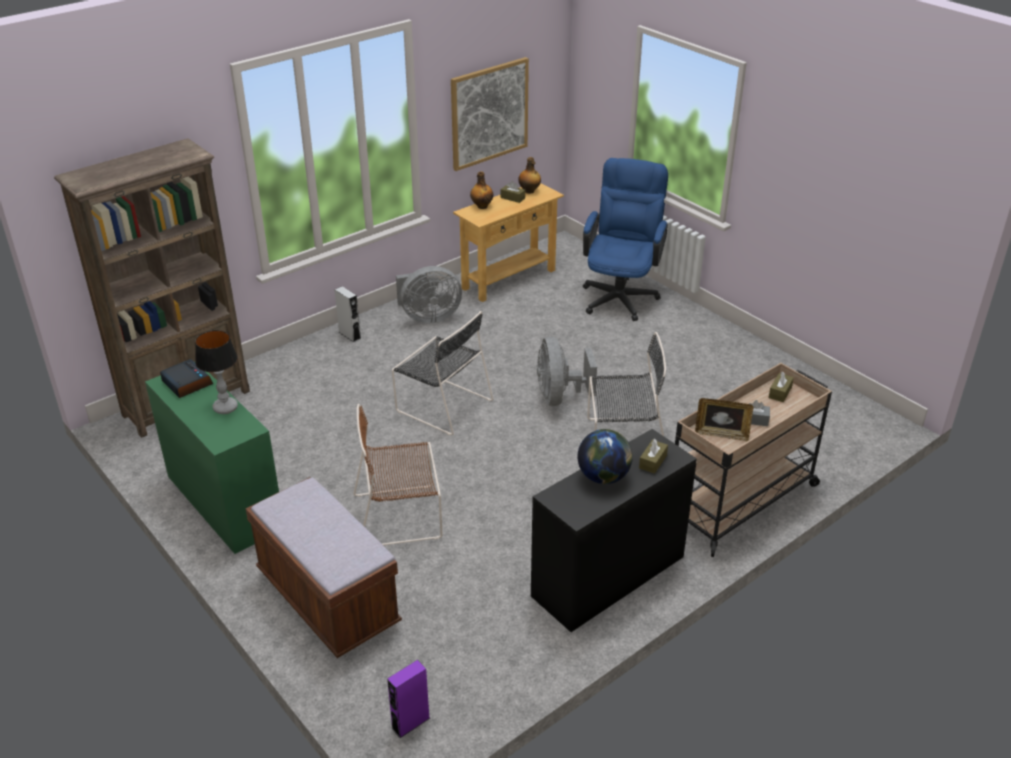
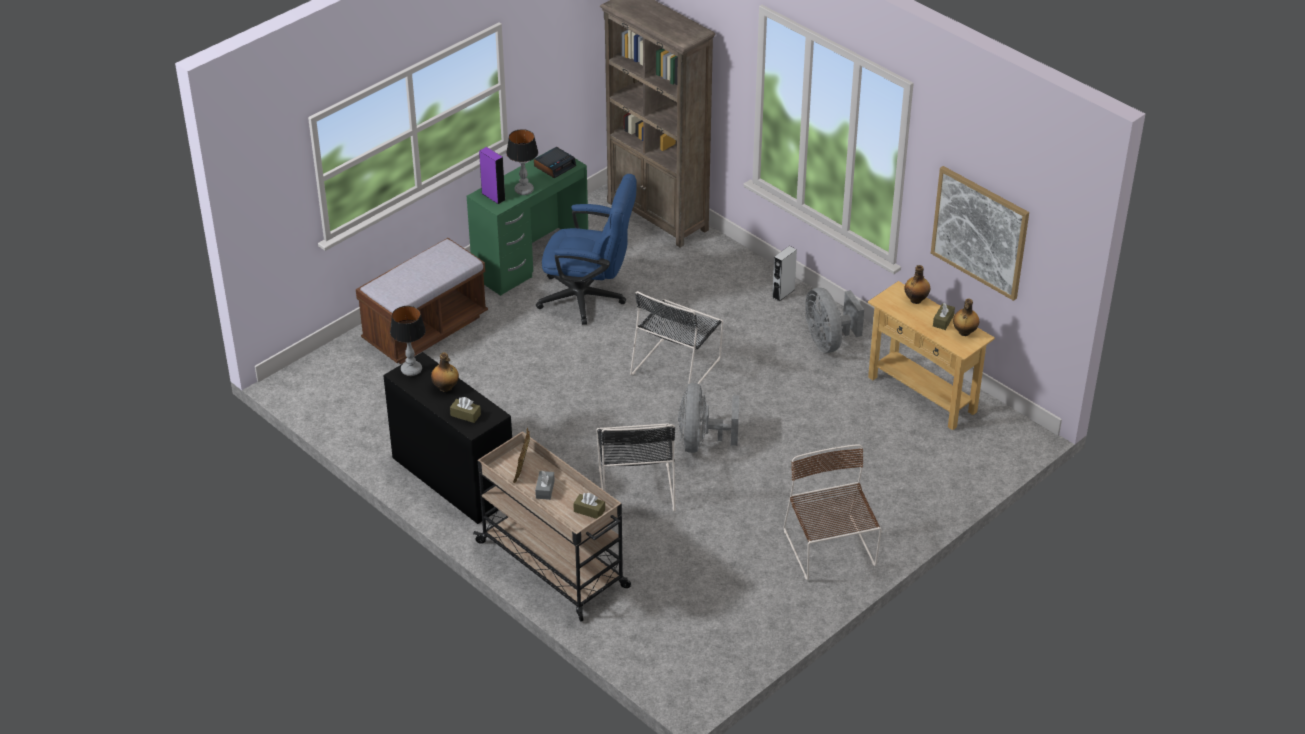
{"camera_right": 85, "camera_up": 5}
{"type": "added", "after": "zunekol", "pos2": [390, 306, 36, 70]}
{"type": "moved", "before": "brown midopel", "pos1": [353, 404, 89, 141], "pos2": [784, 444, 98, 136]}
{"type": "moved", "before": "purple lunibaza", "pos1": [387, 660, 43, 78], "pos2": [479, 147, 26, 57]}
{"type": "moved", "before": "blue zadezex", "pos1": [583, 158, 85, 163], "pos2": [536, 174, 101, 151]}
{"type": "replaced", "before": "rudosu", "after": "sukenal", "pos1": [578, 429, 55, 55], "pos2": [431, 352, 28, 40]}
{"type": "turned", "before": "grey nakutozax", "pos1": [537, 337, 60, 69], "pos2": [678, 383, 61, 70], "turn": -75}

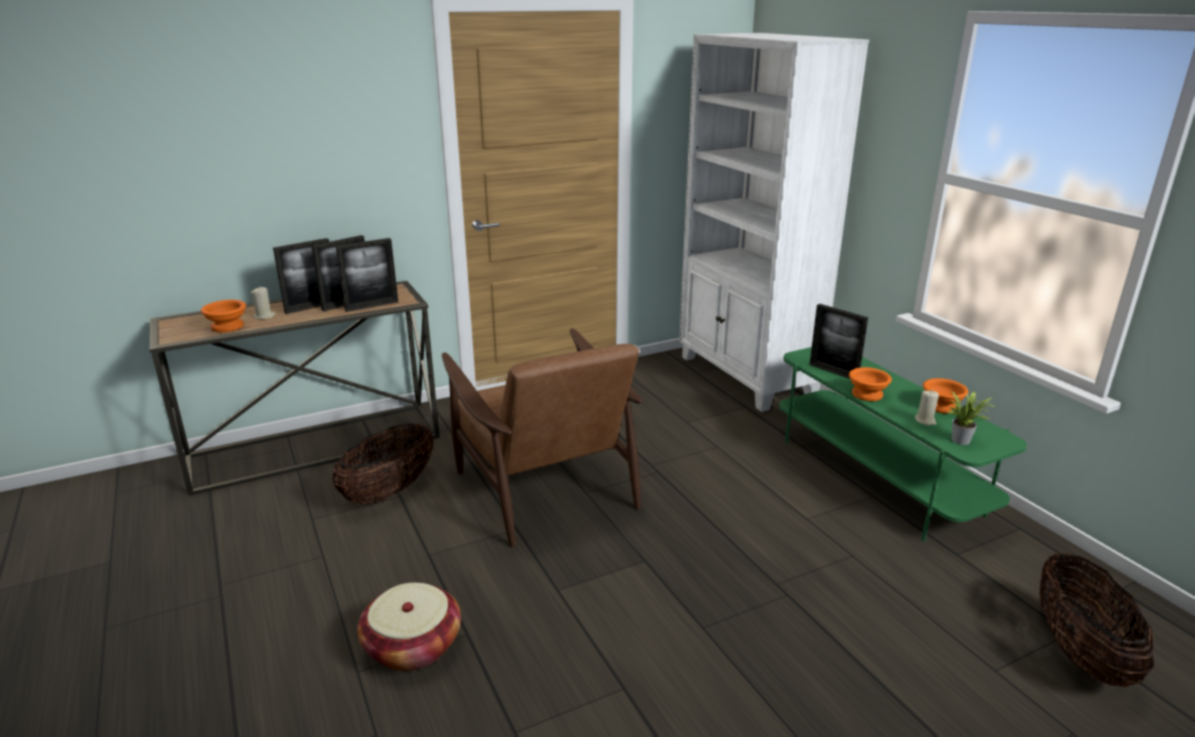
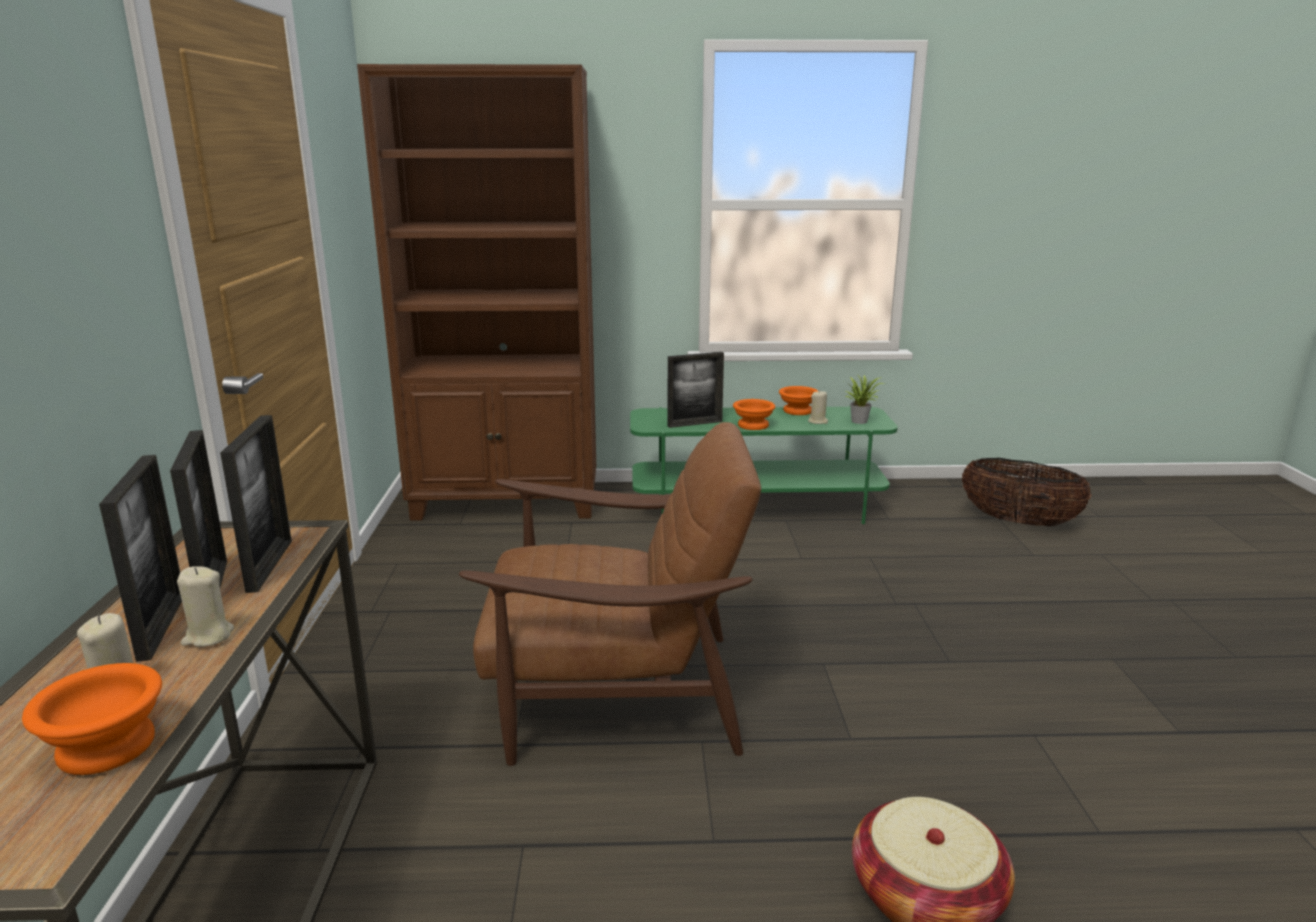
{"camera_right": -65, "camera_up": -5}
{"type": "removed", "before": "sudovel", "pos1": [332, 423, 102, 82]}
{"type": "added", "after": "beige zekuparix", "pos2": [177, 566, 57, 81]}
{"type": "recoloured", "before": "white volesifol", "after": "brown volesifol", "pos1": [679, 33, 190, 379], "pos2": [357, 64, 239, 457]}

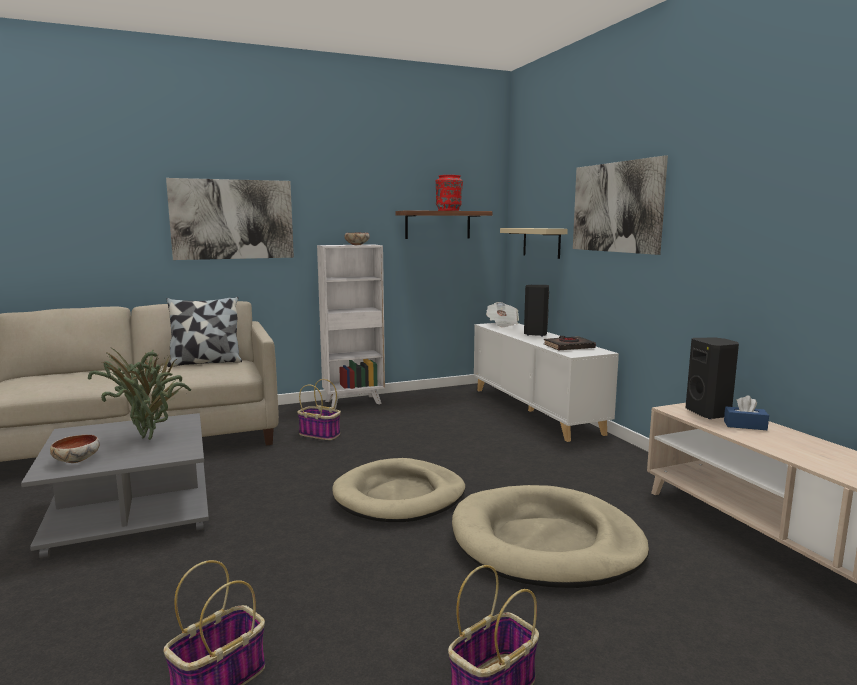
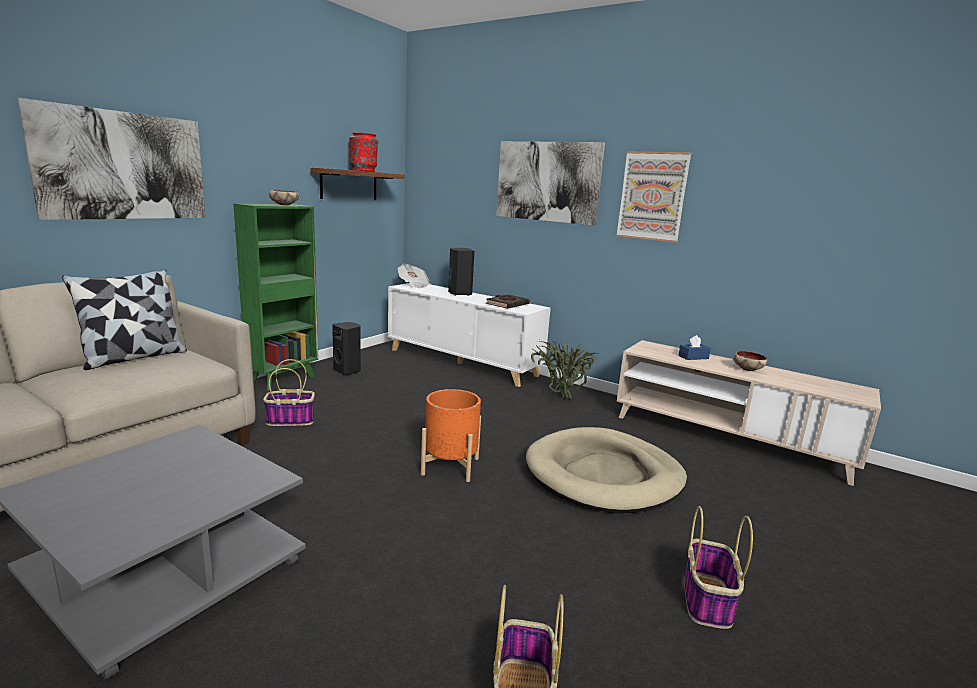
{"camera_right": -35, "camera_up": 5}
{"type": "removed", "before": "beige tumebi", "pos1": [500, 228, 68, 31]}
{"type": "added", "after": "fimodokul", "pos2": [616, 151, 75, 92]}
{"type": "moved", "before": "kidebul", "pos1": [50, 435, 50, 28], "pos2": [733, 351, 34, 20]}
{"type": "moved", "before": "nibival", "pos1": [88, 347, 103, 93], "pos2": [531, 340, 69, 60]}
{"type": "moved", "before": "black lunibaza", "pos1": [685, 338, 54, 81], "pos2": [332, 322, 29, 53]}
{"type": "replaced", "before": "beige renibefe", "after": "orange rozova", "pos1": [332, 458, 133, 64], "pos2": [421, 389, 60, 93]}
{"type": "recoloured", "before": "white volesifol", "after": "green volesifol", "pos1": [317, 244, 68, 165], "pos2": [233, 204, 86, 187]}

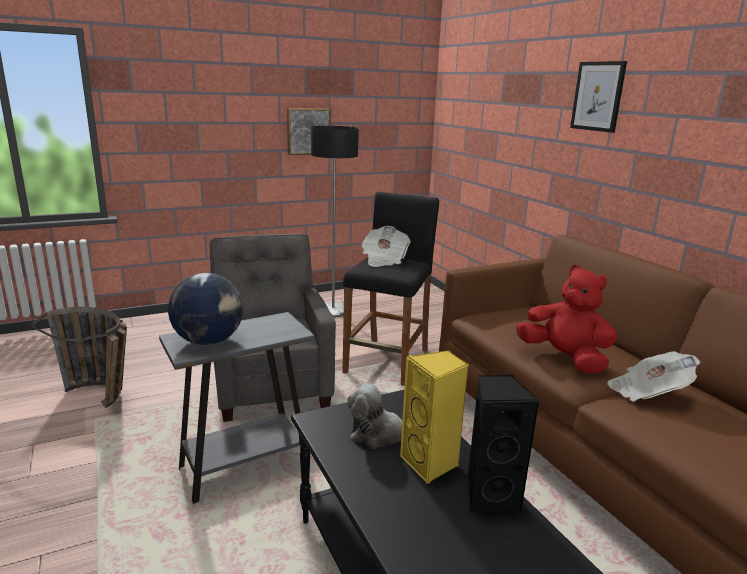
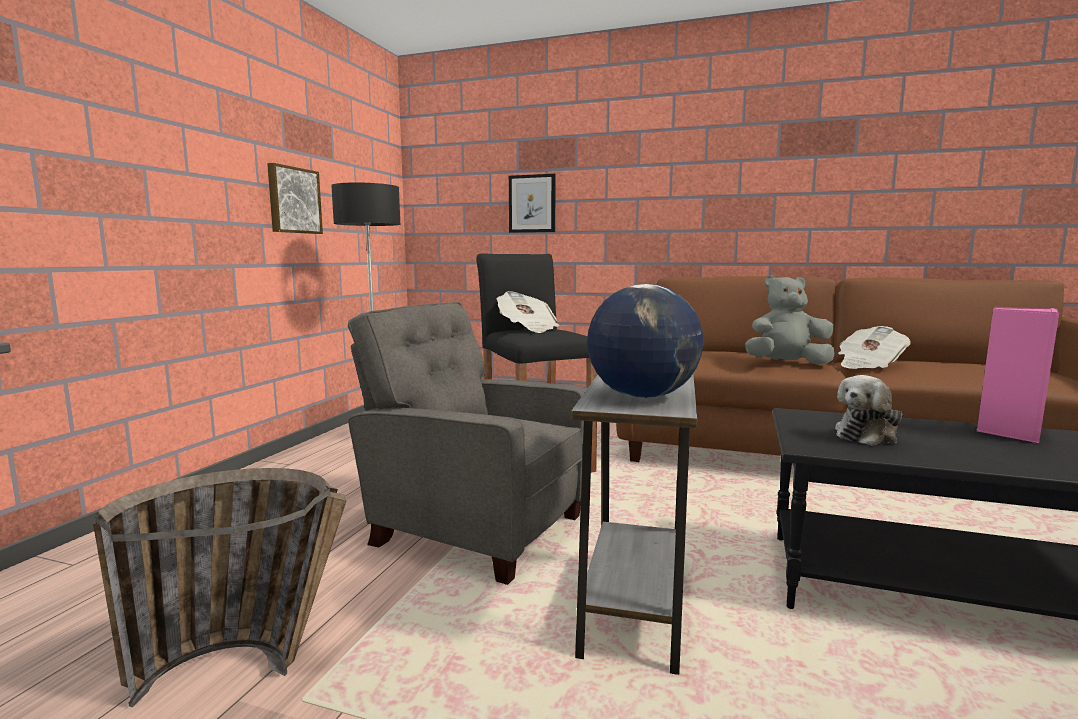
{"camera_right": -45, "camera_up": -10}
{"type": "removed", "before": "yellow lunibaza", "pos1": [400, 350, 69, 134]}
{"type": "moved", "before": "fimodokul", "pos1": [570, 61, 57, 72], "pos2": [509, 174, 47, 59]}
{"type": "recoloured", "before": "black lunibaza", "after": "pink lunibaza", "pos1": [467, 375, 72, 138], "pos2": [977, 307, 83, 136]}
{"type": "recoloured", "before": "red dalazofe", "after": "grey dalazofe", "pos1": [516, 265, 101, 108], "pos2": [745, 275, 90, 90]}

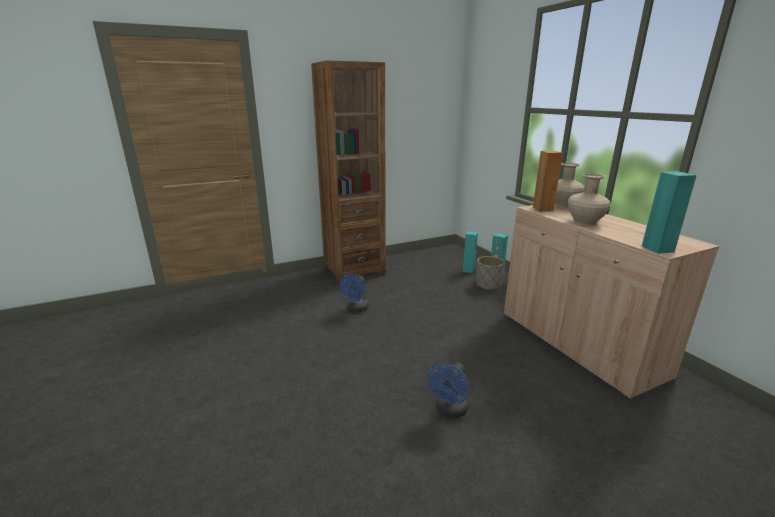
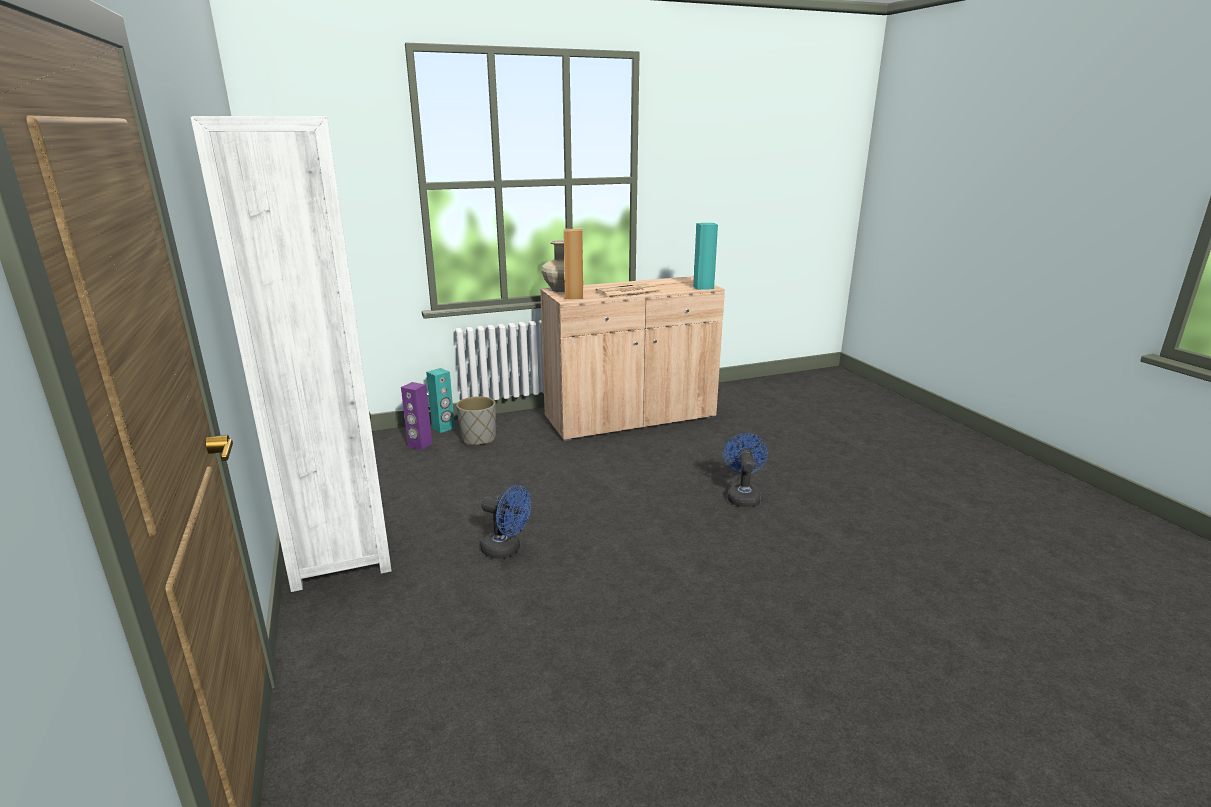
{"camera_right": -85, "camera_up": 0}
{"type": "replaced", "before": "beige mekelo", "after": "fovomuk", "pos1": [567, 174, 44, 52], "pos2": [595, 283, 67, 16]}
{"type": "recoloured", "before": "brown volesifol", "after": "white volesifol", "pos1": [311, 60, 75, 224], "pos2": [190, 116, 202, 476]}
{"type": "recoloured", "before": "turquoise lunibaza", "after": "purple lunibaza", "pos1": [463, 231, 15, 42], "pos2": [401, 382, 32, 68]}
{"type": "turned", "before": "blue nakutozax", "pos1": [428, 363, 42, 55], "pos2": [723, 433, 45, 74], "turn": -120}

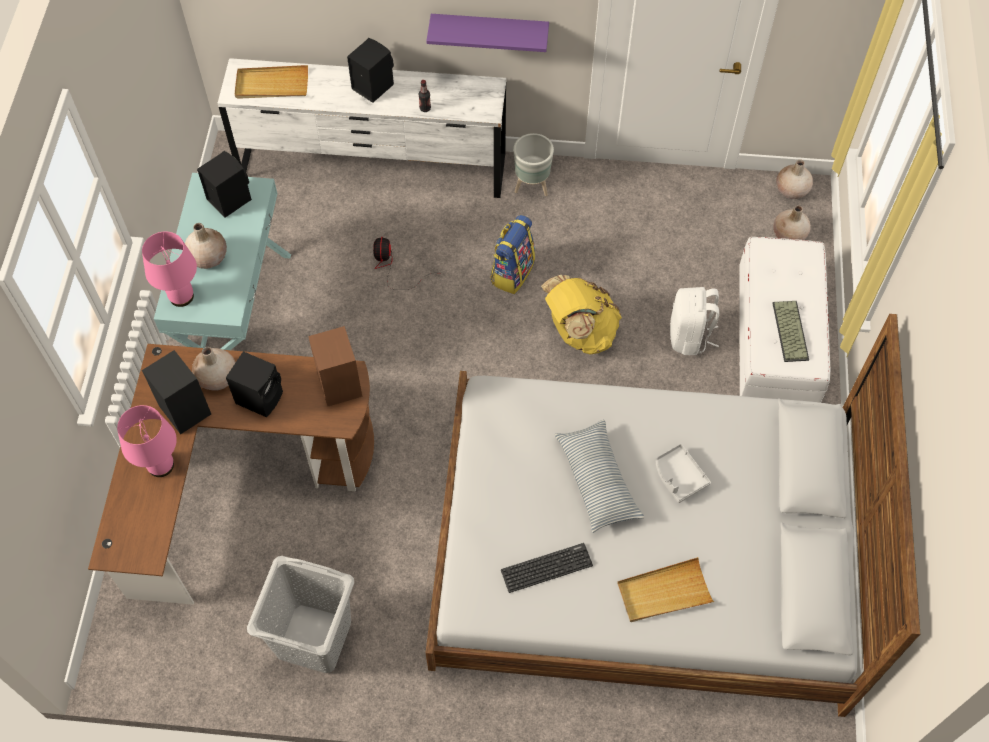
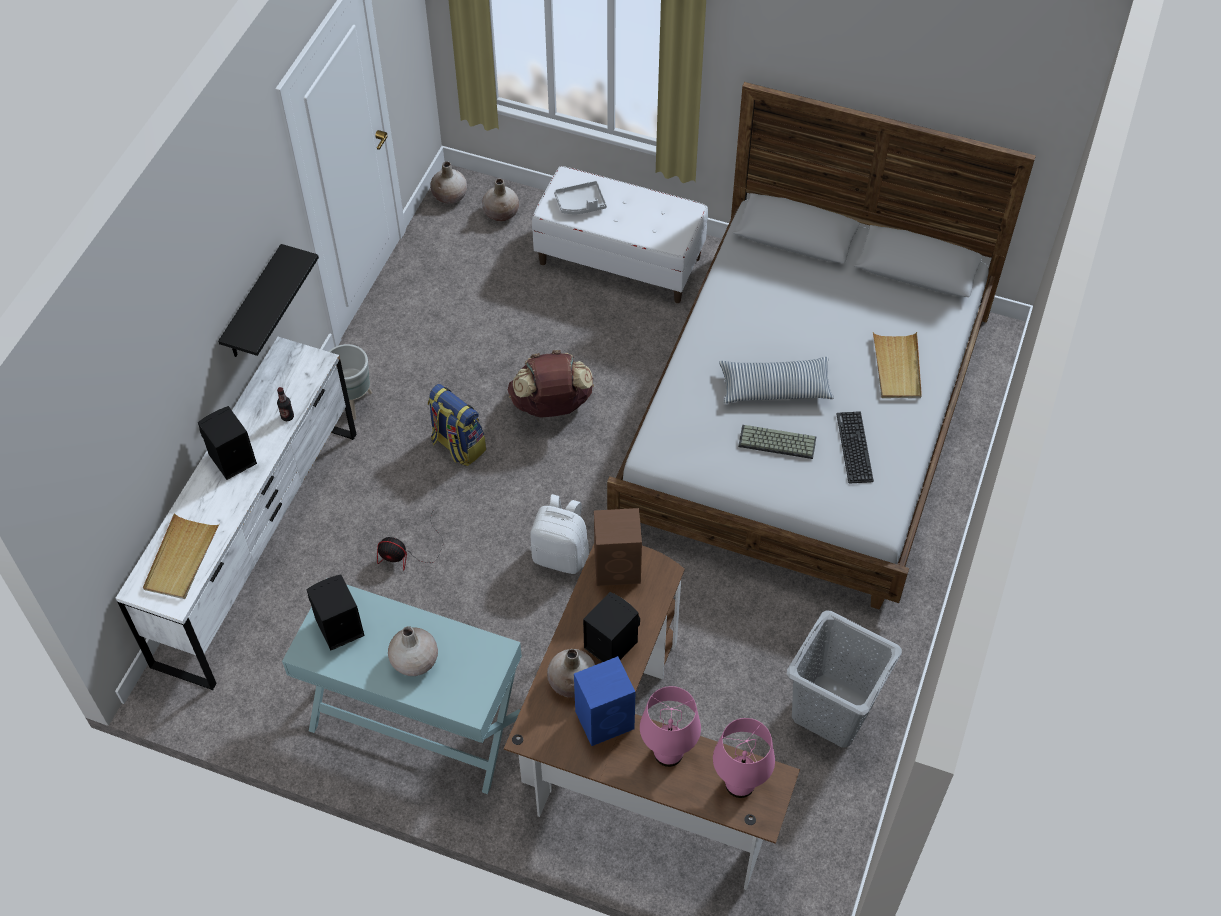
{"camera_right": -75, "camera_up": -5}
{"type": "moved", "before": "pink zunekol", "pos1": [142, 231, 55, 76], "pos2": [713, 718, 62, 80]}
{"type": "moved", "before": "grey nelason", "pos1": [655, 444, 56, 59], "pos2": [554, 181, 53, 33]}
{"type": "moved", "before": "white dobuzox", "pos1": [670, 287, 49, 68], "pos2": [530, 494, 59, 80]}
{"type": "moved", "before": "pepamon", "pos1": [772, 301, 37, 61], "pos2": [738, 425, 79, 34]}
{"type": "recoloured", "before": "black lunibaza", "after": "blue lunibaza", "pos1": [142, 350, 69, 84], "pos2": [574, 656, 61, 90]}
{"type": "recoloured", "before": "purple tumebi", "after": "black tumebi", "pos1": [426, 14, 123, 38], "pos2": [218, 244, 101, 113]}
{"type": "recoloured", "before": "yellow dobuzox", "after": "brown dobuzox", "pos1": [541, 275, 81, 79], "pos2": [508, 350, 86, 68]}

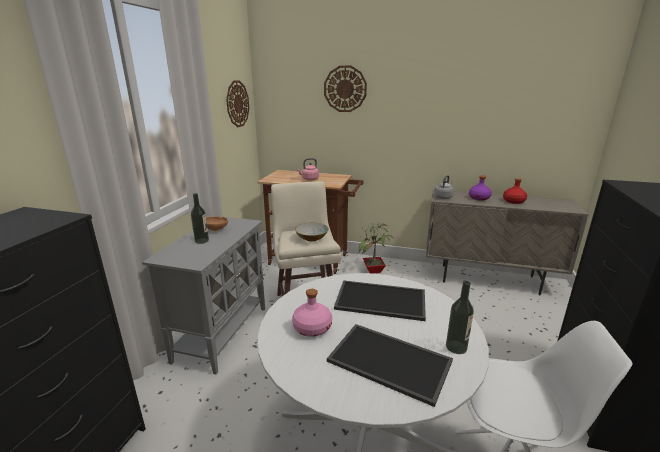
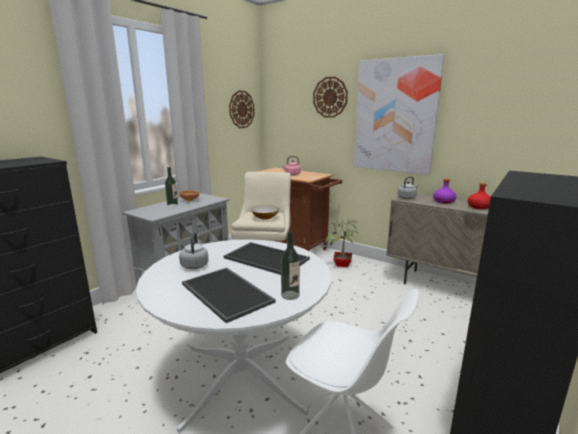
{"camera_right": 20, "camera_up": -5}
{"type": "added", "after": "fimodokul", "pos2": [354, 54, 90, 121]}
{"type": "replaced", "before": "pink sukenal", "after": "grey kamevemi", "pos1": [292, 289, 40, 48], "pos2": [179, 232, 30, 37]}

